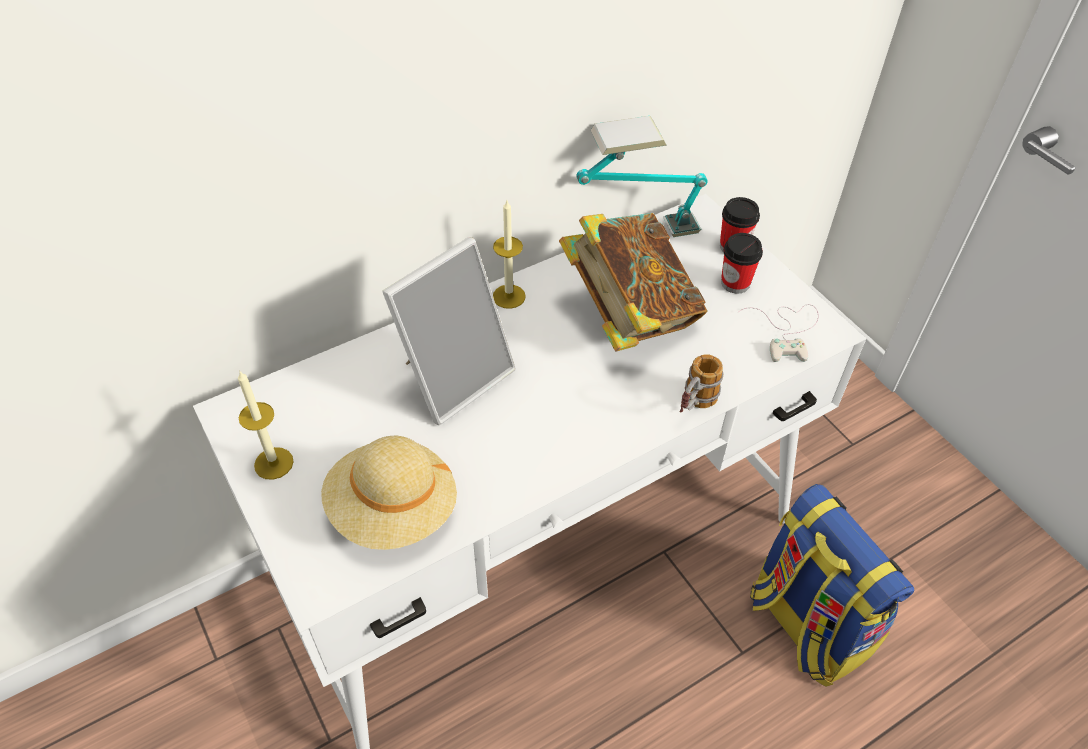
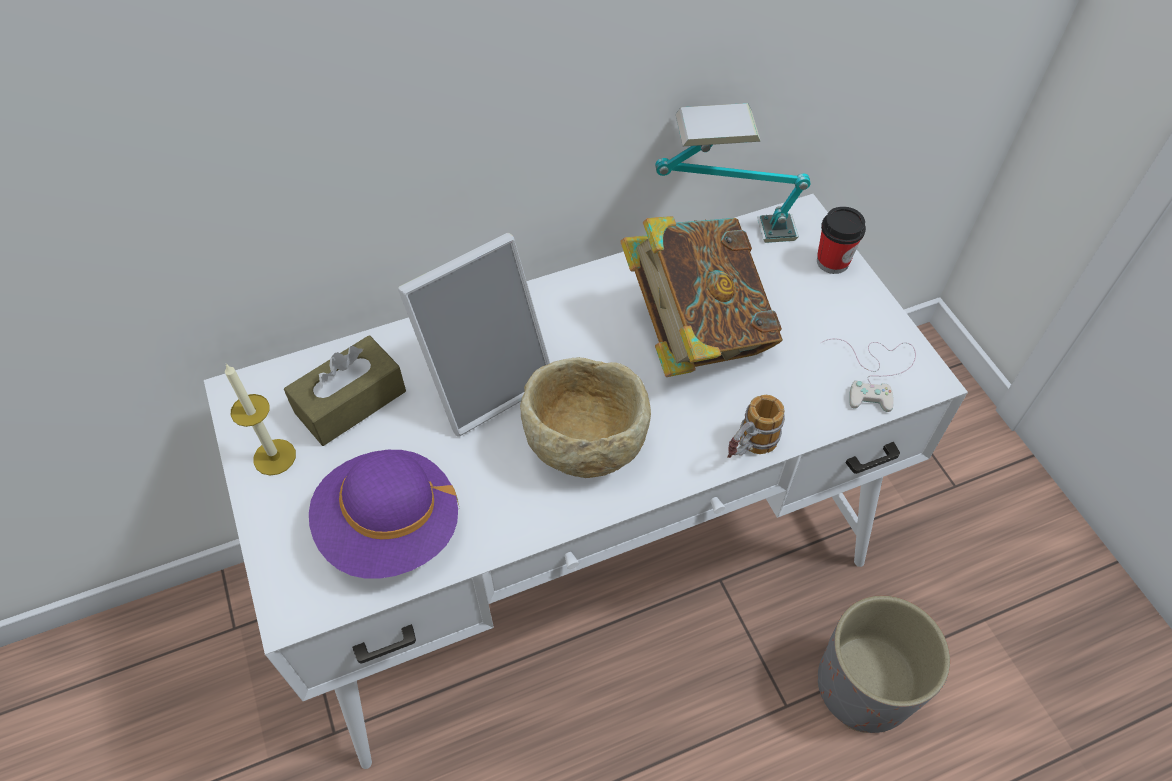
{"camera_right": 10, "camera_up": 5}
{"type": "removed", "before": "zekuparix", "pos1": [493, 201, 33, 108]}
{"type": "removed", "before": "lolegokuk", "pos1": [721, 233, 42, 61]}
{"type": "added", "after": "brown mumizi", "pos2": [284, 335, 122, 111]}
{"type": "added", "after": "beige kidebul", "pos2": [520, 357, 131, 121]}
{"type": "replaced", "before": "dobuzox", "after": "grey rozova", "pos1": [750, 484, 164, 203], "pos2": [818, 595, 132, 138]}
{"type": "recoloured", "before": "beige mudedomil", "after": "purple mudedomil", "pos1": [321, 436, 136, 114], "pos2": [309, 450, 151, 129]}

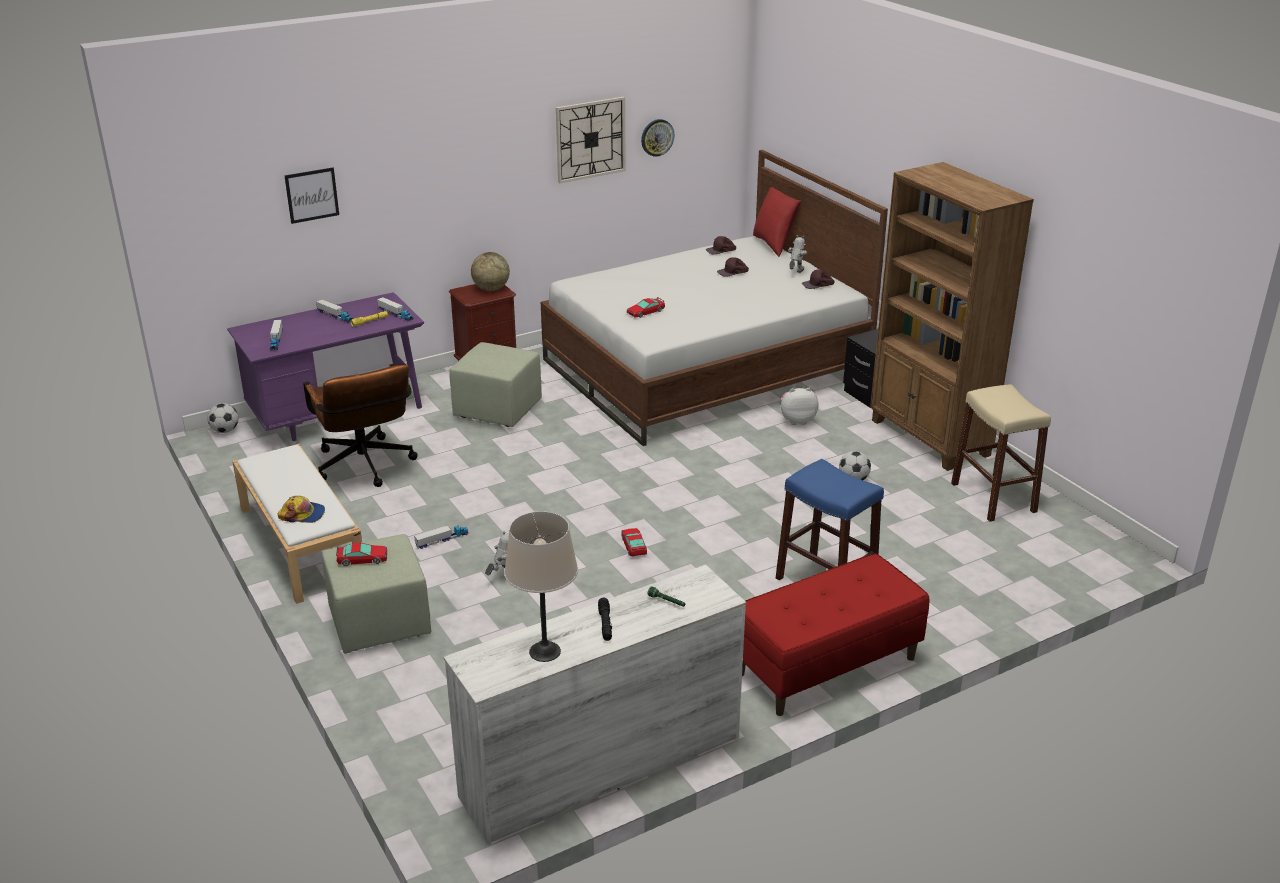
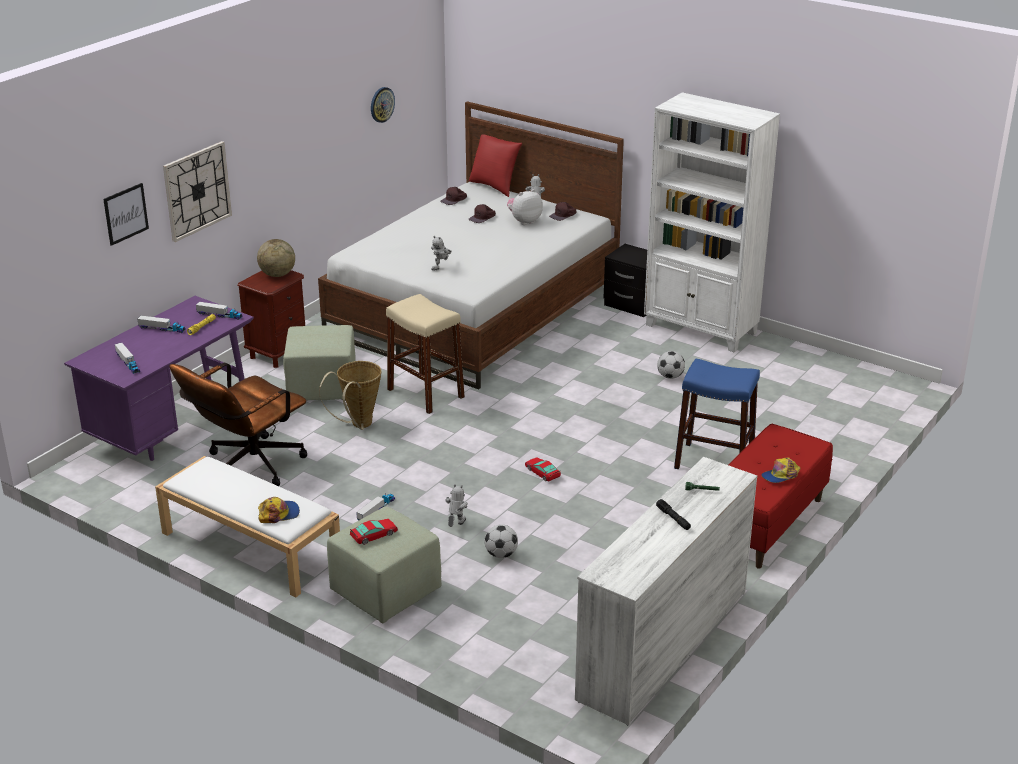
{"camera_right": -25, "camera_up": 0}
{"type": "removed", "before": "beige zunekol", "pos1": [504, 511, 74, 151]}
{"type": "added", "after": "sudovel", "pos2": [319, 361, 62, 69]}
{"type": "added", "after": "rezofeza", "pos2": [761, 457, 39, 26]}
{"type": "moved", "before": "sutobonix", "pos1": [207, 403, 32, 30], "pos2": [485, 524, 33, 34]}
{"type": "moved", "before": "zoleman", "pos1": [556, 97, 70, 86], "pos2": [163, 141, 69, 101]}
{"type": "moved", "before": "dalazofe", "pos1": [781, 388, 38, 37], "pos2": [507, 189, 36, 36]}
{"type": "moved", "before": "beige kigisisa", "pos1": [951, 384, 100, 138], "pos2": [386, 294, 79, 120]}
{"type": "replaced", "before": "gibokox", "after": "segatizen", "pos1": [627, 297, 38, 21], "pos2": [431, 236, 21, 35]}
{"type": "recoloured", "before": "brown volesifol", "after": "white volesifol", "pos1": [870, 162, 164, 309], "pos2": [644, 92, 136, 260]}
{"type": "turned", "before": "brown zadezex", "pos1": [303, 363, 115, 124], "pos2": [169, 363, 138, 123], "turn": 90}

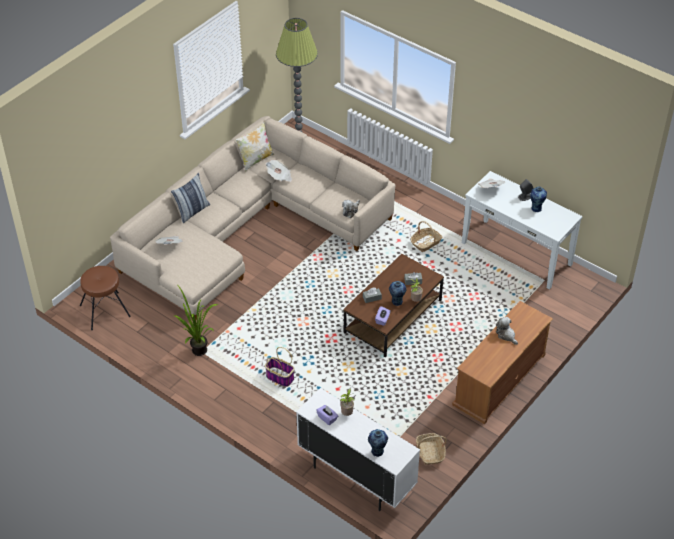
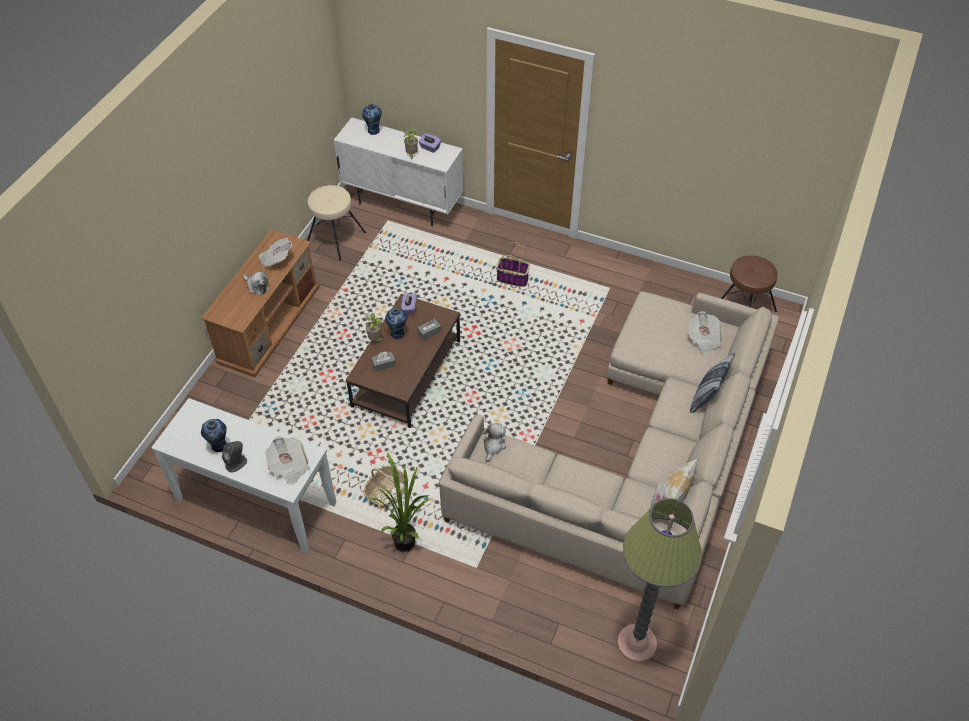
{"camera_right": 165, "camera_up": 5}
{"type": "moved", "before": "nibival", "pos1": [174, 286, 44, 70], "pos2": [366, 453, 63, 99]}
{"type": "moved", "before": "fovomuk", "pos1": [265, 160, 27, 22], "pos2": [259, 238, 33, 30]}
{"type": "replaced", "before": "sudovel", "after": "beige kigisisa", "pos1": [416, 433, 31, 32], "pos2": [307, 185, 59, 76]}

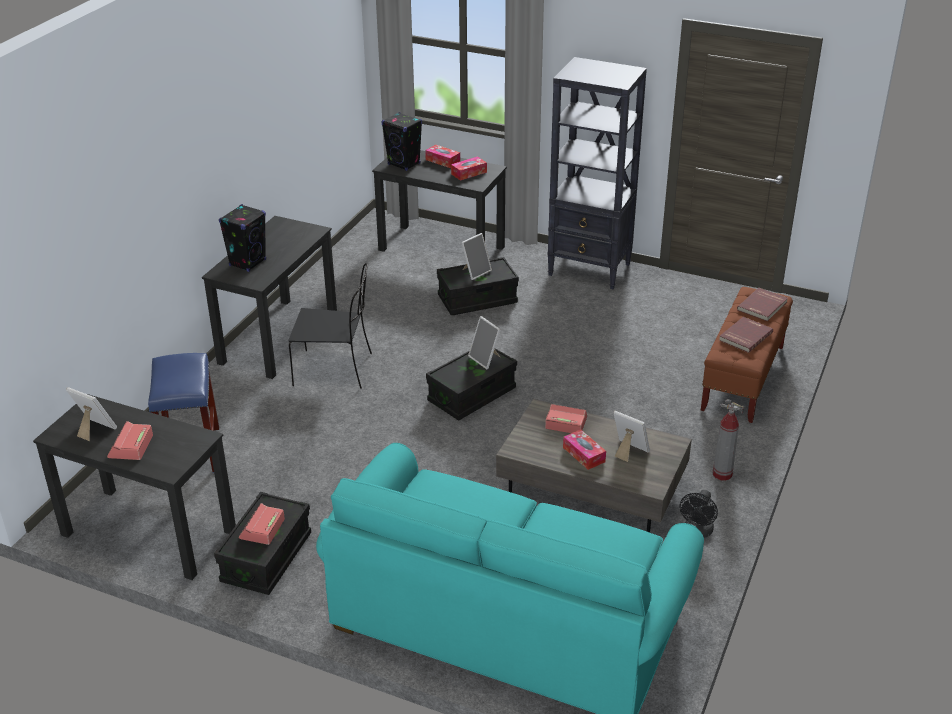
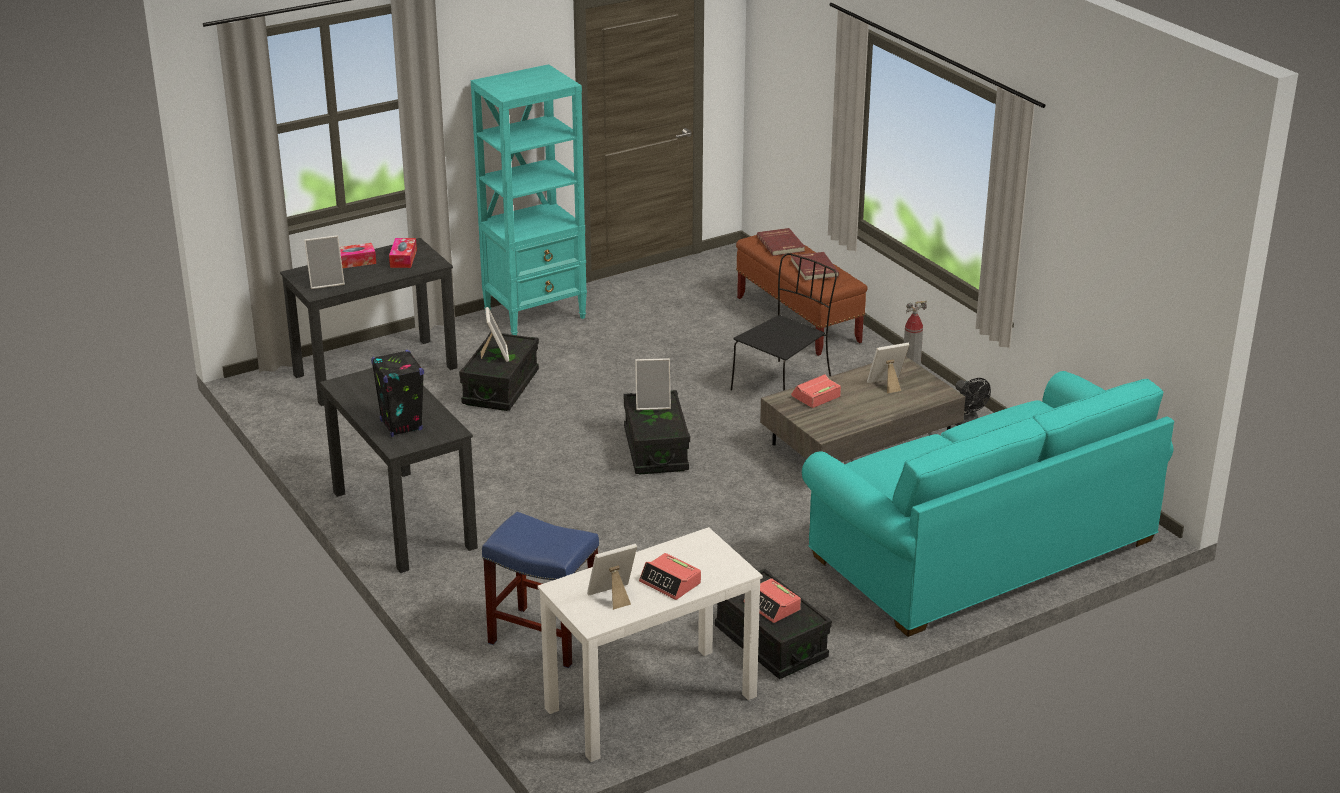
{"camera_right": -55, "camera_up": -5}
{"type": "removed", "before": "mumizi", "pos1": [563, 429, 43, 41]}
{"type": "moved", "before": "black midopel", "pos1": [288, 263, 84, 126], "pos2": [731, 253, 106, 138]}
{"type": "replaced", "before": "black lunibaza", "after": "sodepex", "pos1": [382, 112, 40, 59], "pos2": [304, 235, 41, 54]}
{"type": "recoloured", "before": "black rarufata", "after": "white rarufata", "pos1": [33, 394, 203, 186], "pos2": [537, 527, 226, 235]}
{"type": "recoloured", "before": "black volesifol", "after": "turquoise volesifol", "pos1": [548, 57, 99, 232], "pos2": [471, 64, 116, 271]}

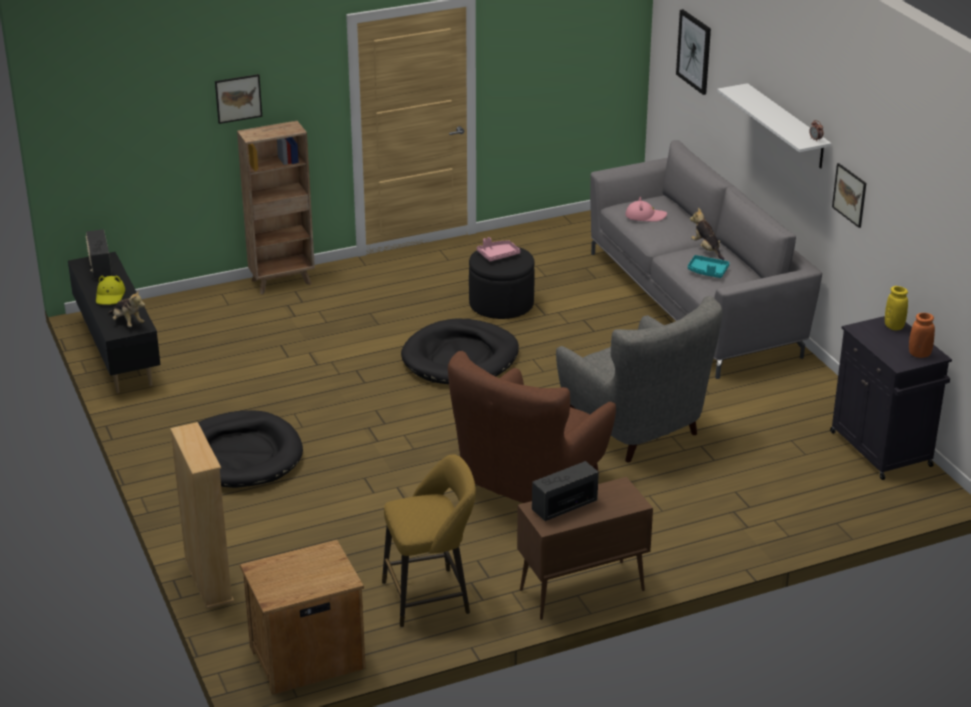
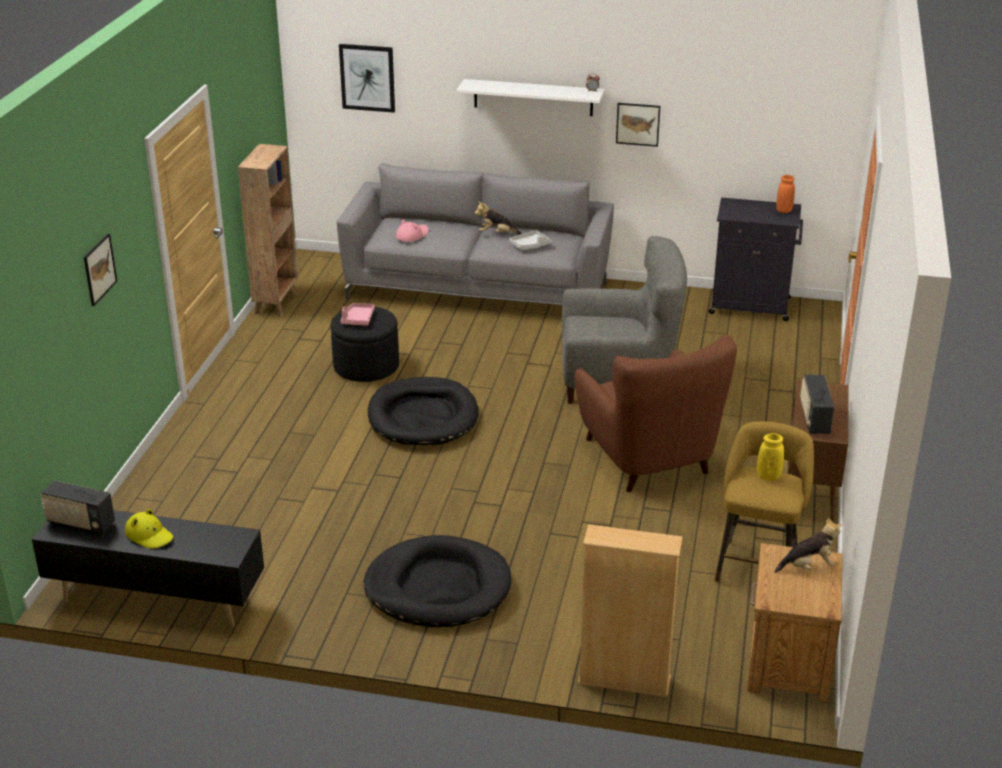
{"camera_right": -55, "camera_up": 0}
{"type": "moved", "before": "dalazofe", "pos1": [108, 290, 37, 37], "pos2": [775, 517, 67, 56]}
{"type": "moved", "before": "brown volesifol", "pos1": [237, 121, 78, 173], "pos2": [238, 144, 61, 173]}
{"type": "moved", "before": "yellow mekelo", "pos1": [885, 286, 23, 44], "pos2": [757, 433, 27, 48]}
{"type": "recoloured", "before": "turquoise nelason", "after": "grey nelason", "pos1": [688, 255, 41, 23], "pos2": [509, 230, 42, 19]}

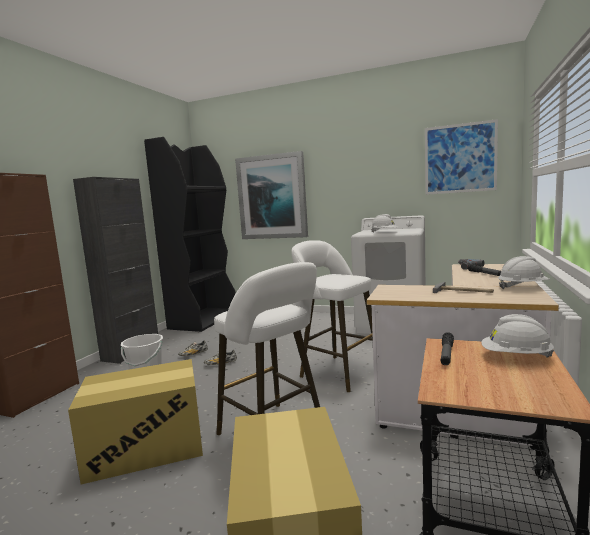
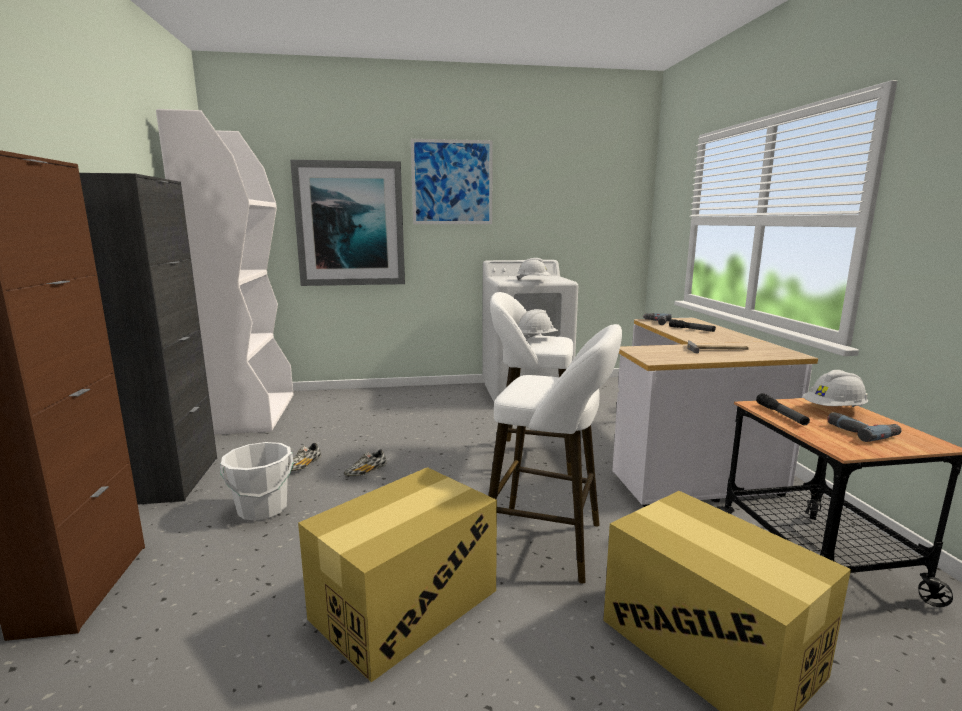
{"camera_right": -30, "camera_up": 5}
{"type": "added", "after": "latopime", "pos2": [827, 412, 74, 30]}
{"type": "moved", "before": "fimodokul", "pos1": [425, 119, 73, 76], "pos2": [411, 139, 82, 85]}
{"type": "moved", "before": "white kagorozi", "pos1": [498, 256, 52, 33], "pos2": [518, 309, 40, 30]}
{"type": "recoloured", "before": "black volesifol", "after": "white volesifol", "pos1": [144, 137, 92, 195], "pos2": [156, 109, 138, 326]}

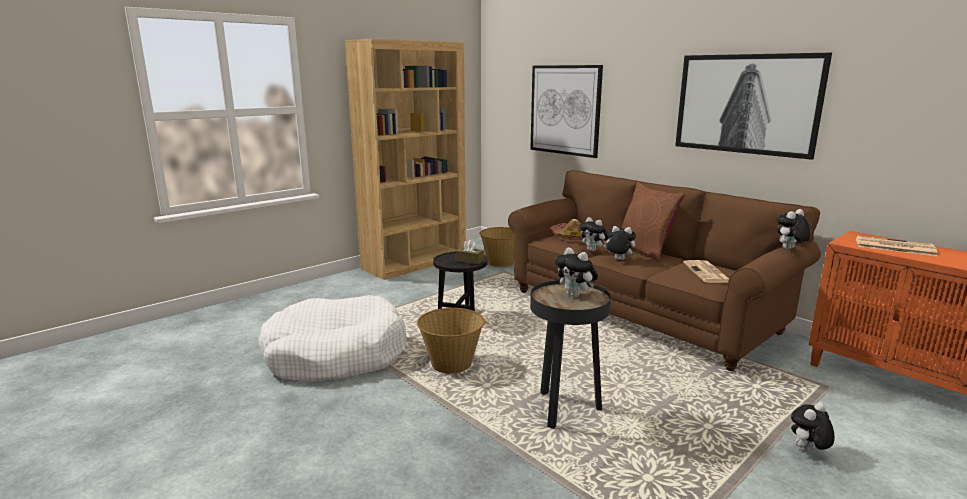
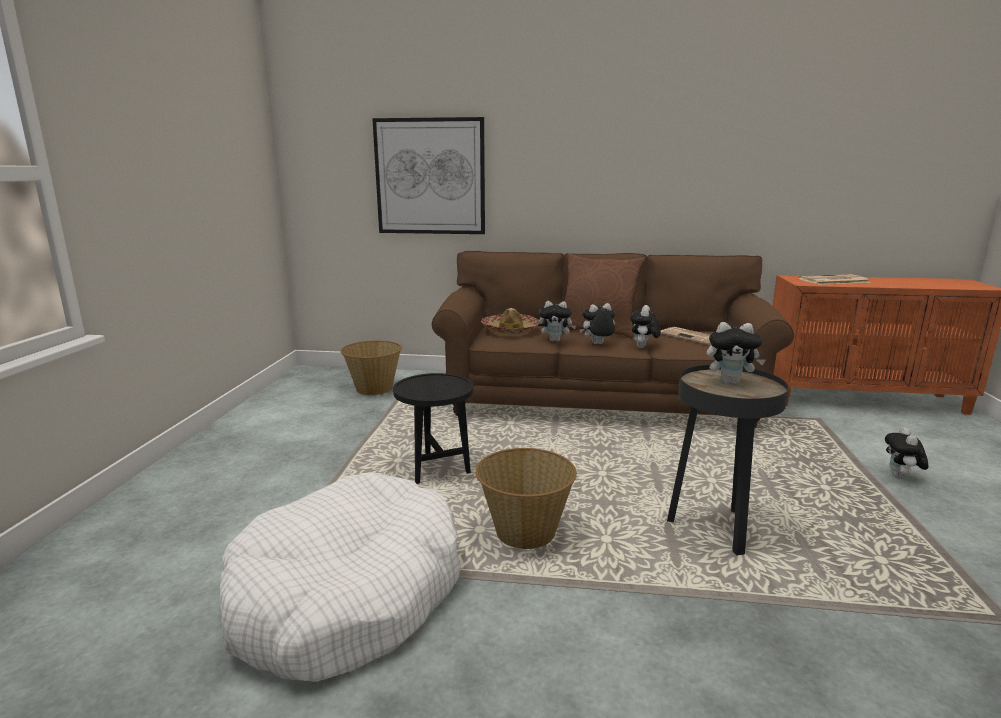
{"camera_right": -40, "camera_up": 0}
{"type": "removed", "before": "brown volesifol", "pos1": [345, 38, 121, 242]}
{"type": "removed", "before": "brown mumizi", "pos1": [455, 240, 29, 24]}
{"type": "removed", "before": "fimodokul", "pos1": [675, 53, 157, 107]}
{"type": "moved", "before": "dalazofe", "pos1": [777, 209, 34, 40], "pos2": [630, 305, 31, 43]}

